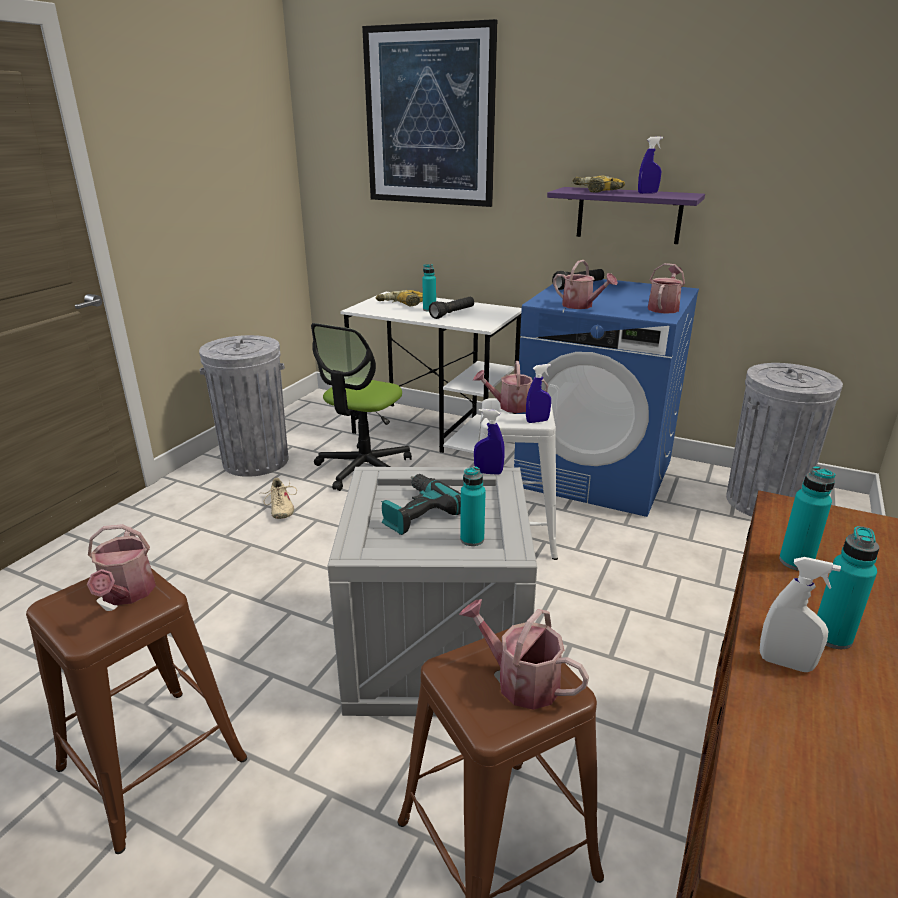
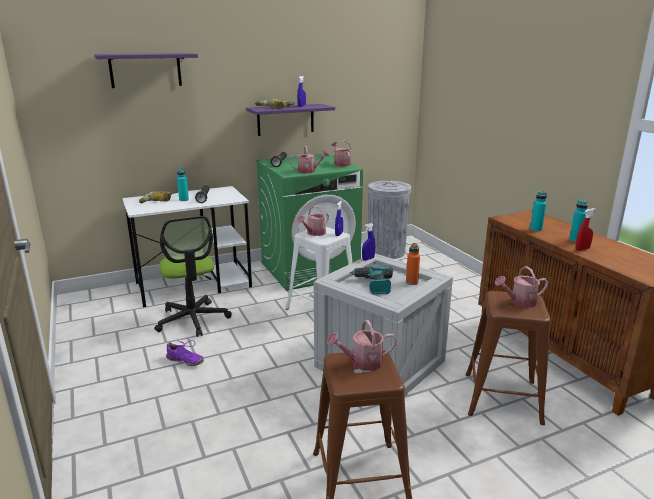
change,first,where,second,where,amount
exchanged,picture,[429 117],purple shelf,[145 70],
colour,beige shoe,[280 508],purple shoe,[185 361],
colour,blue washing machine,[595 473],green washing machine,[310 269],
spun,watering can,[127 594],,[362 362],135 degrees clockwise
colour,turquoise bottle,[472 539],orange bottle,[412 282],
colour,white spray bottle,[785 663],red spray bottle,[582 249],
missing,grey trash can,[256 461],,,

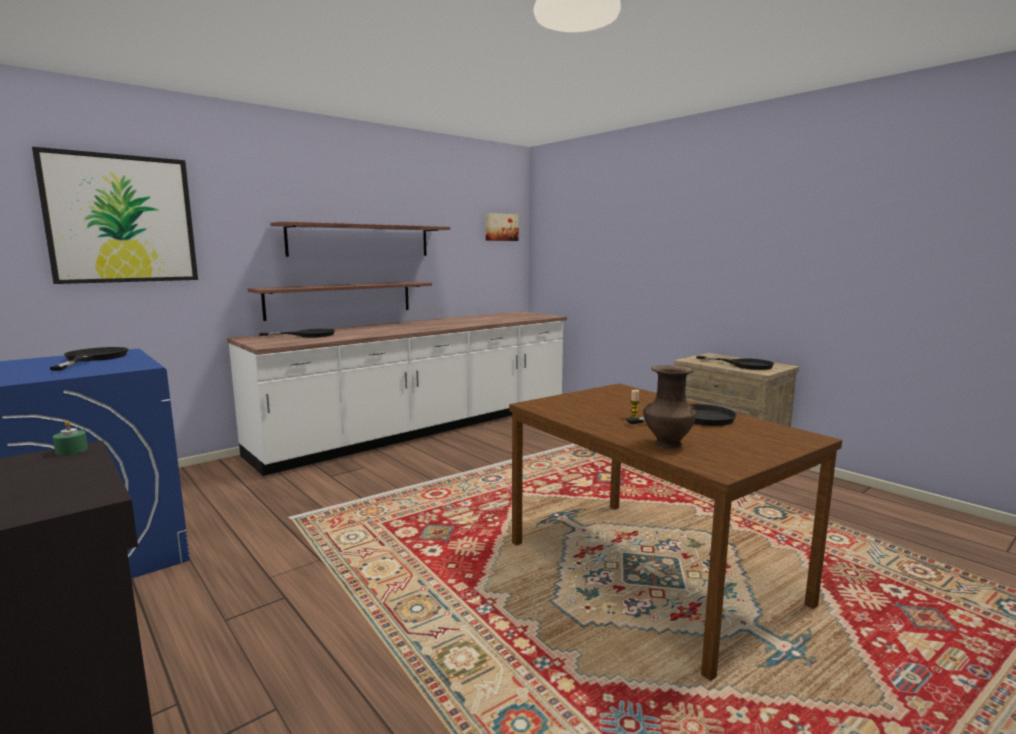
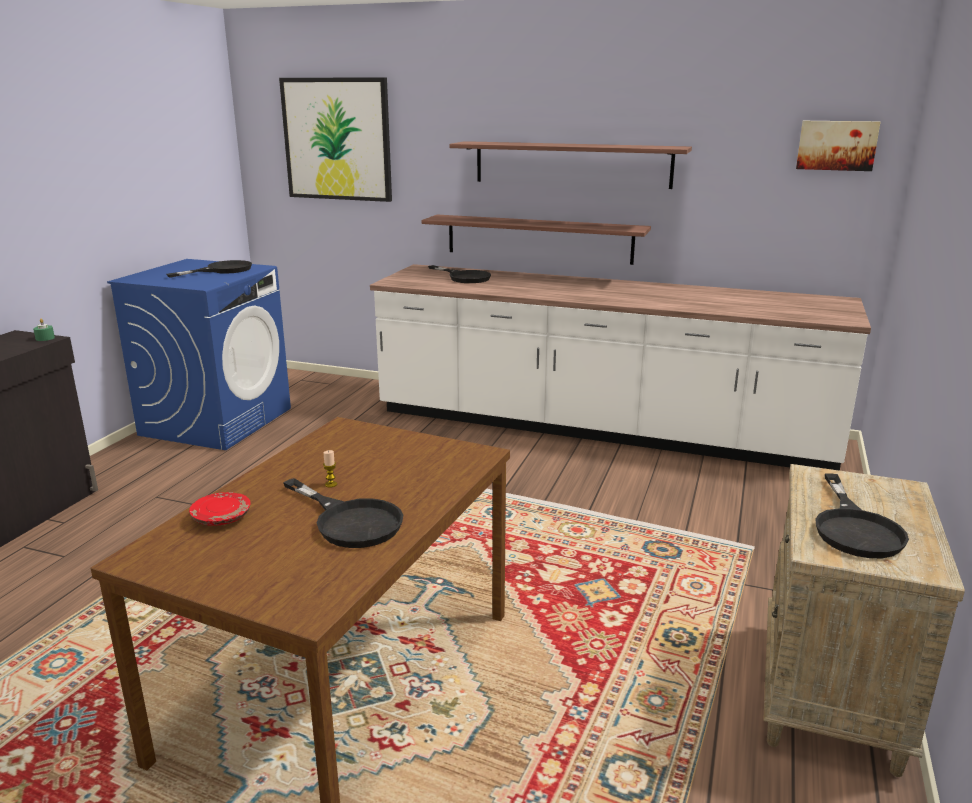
change,first,where,second,where,amount
exchanged,brown vase,[666 444],red plate,[222 518],

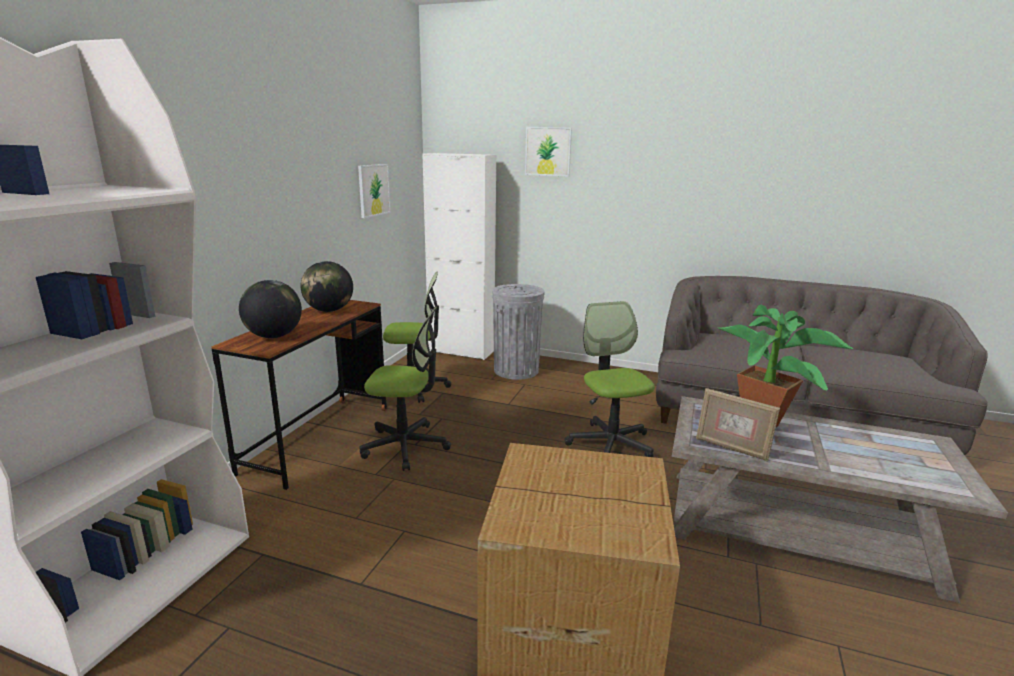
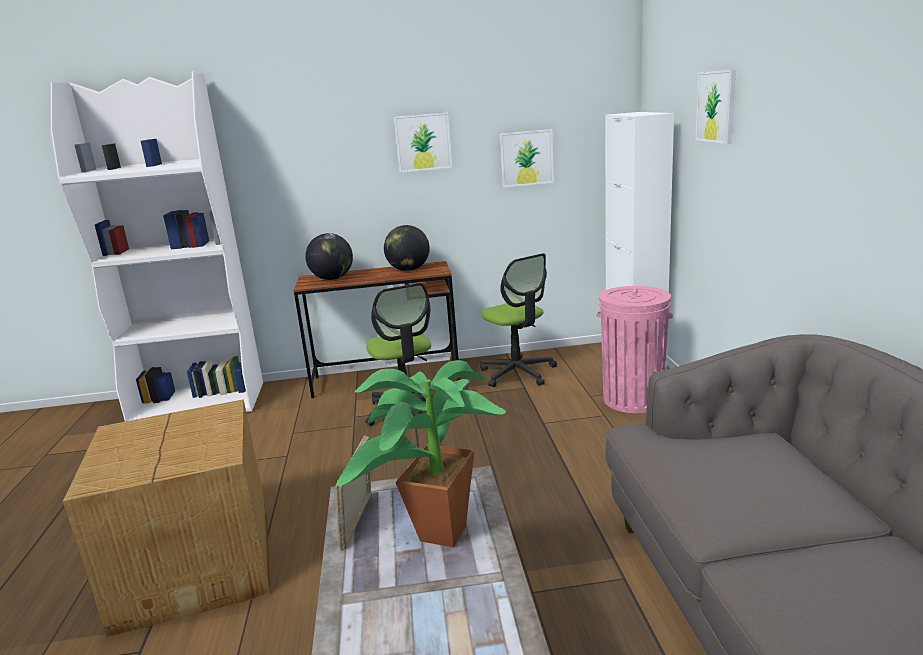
change,first,where,second,where,amount
appeared,,,picture,[423 142],
colour,grey trash can,[516 370],pink trash can,[633 399],
missing,office chair,[610 444],,,

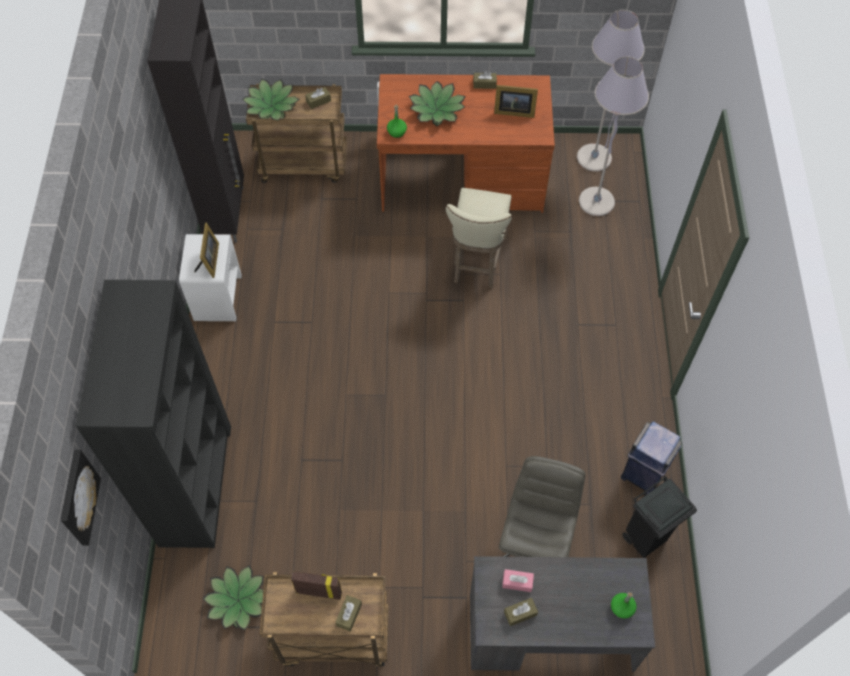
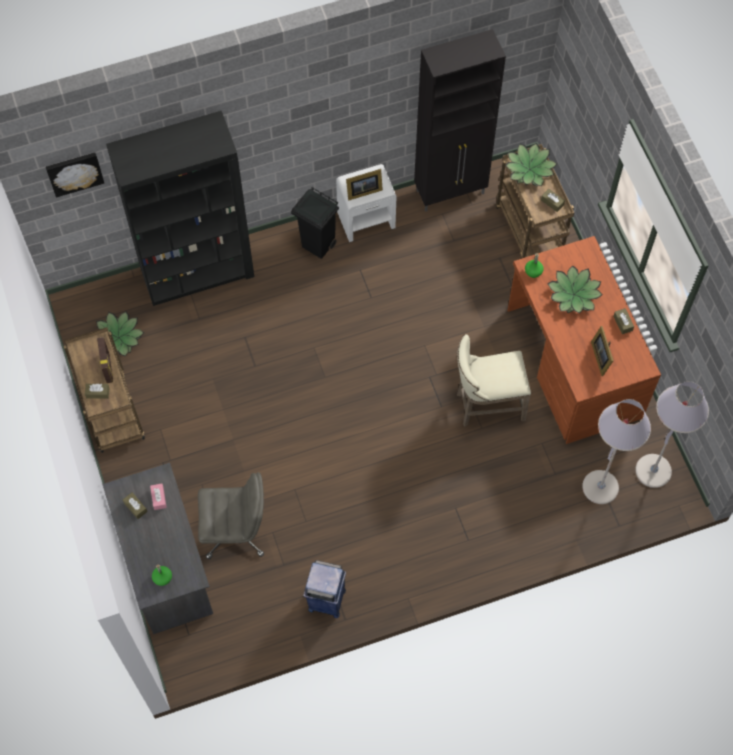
change,first,where,second,where,amount
relocated,black trash can,[646 538],,[318 245],

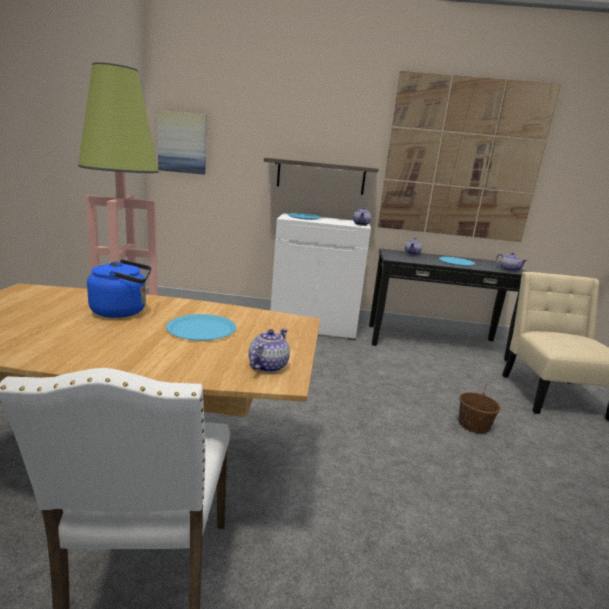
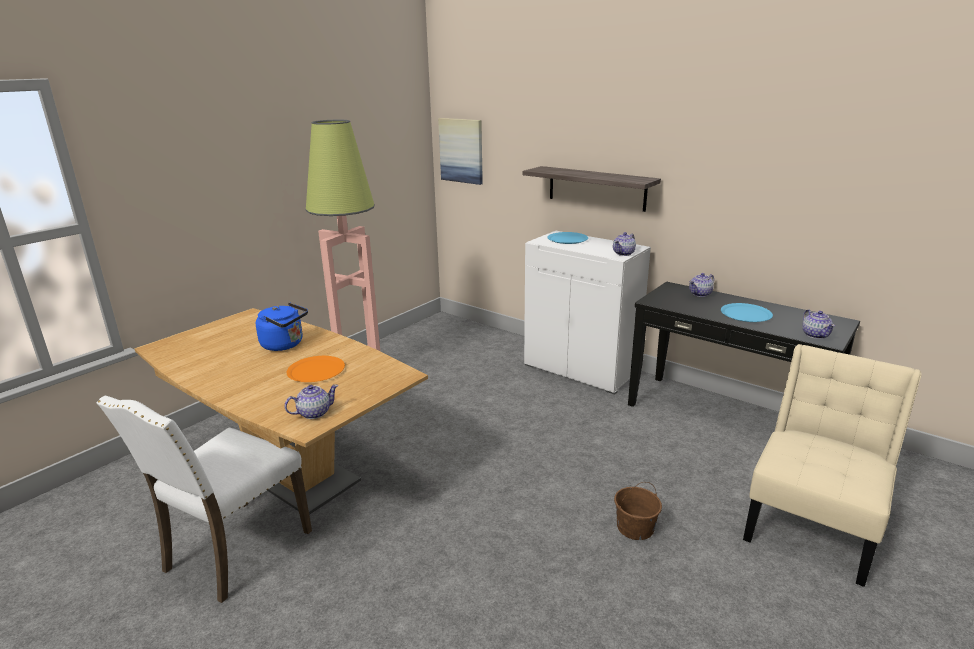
change,first,where,second,where,amount
colour,blue plate,[201 329],orange plate,[316 370],
missing,picture,[462 160],,,

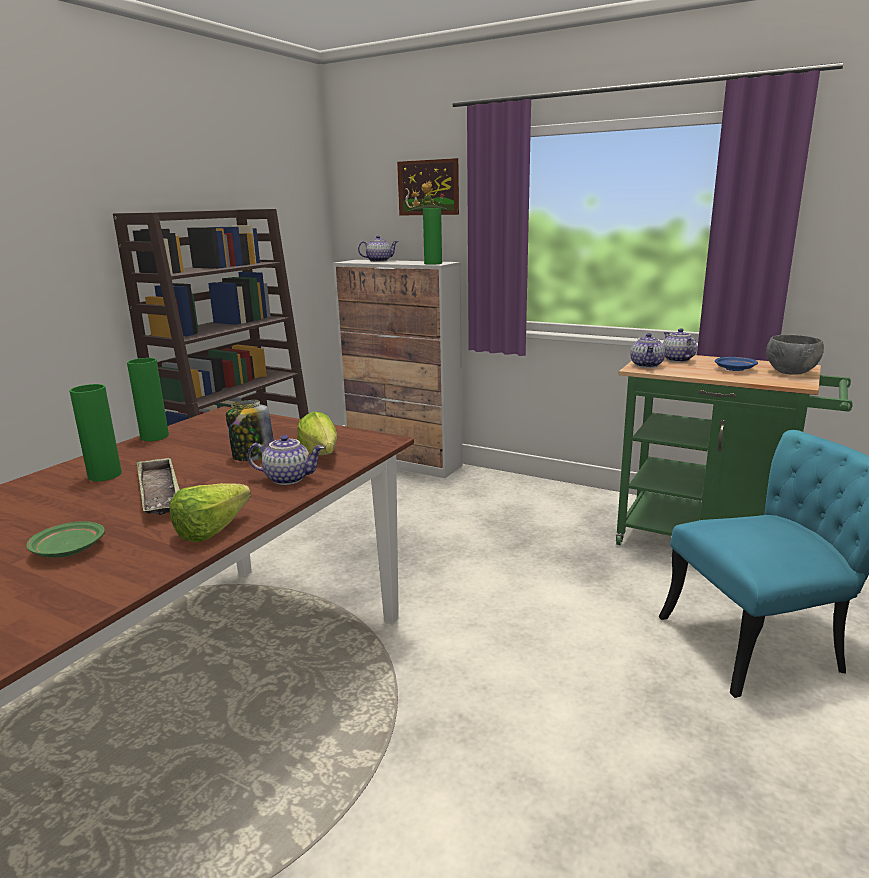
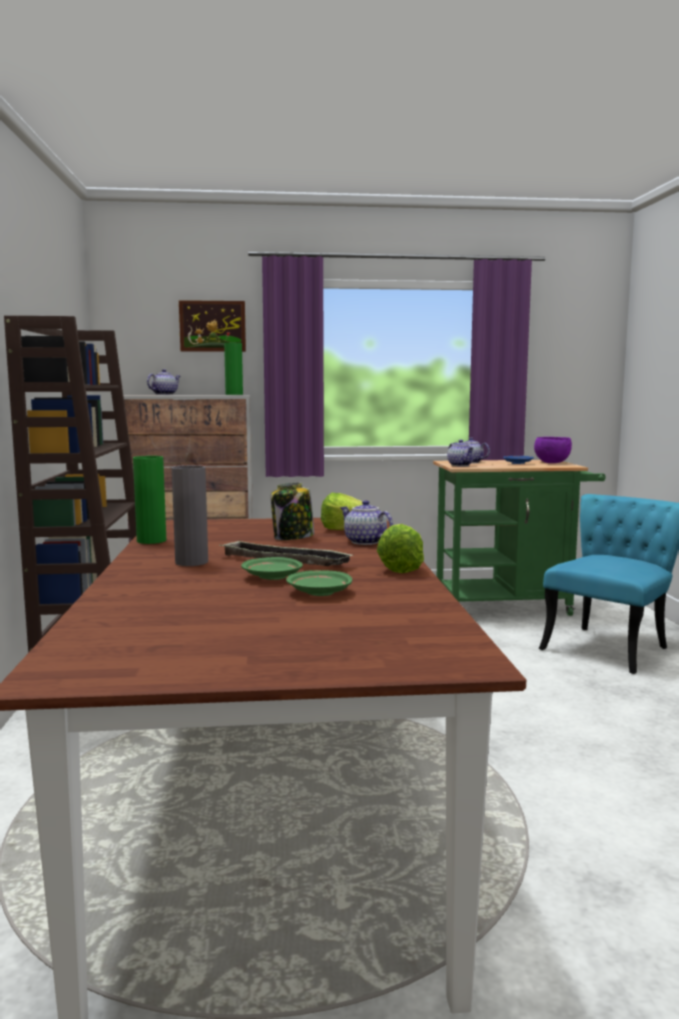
change,first,where,second,where,amount
colour,green vase,[105 475],grey vase,[191 562],
appeared,,,green plate,[272 577],
spun,teapot,[289 478],,[364 542],105 degrees counterclockwise
colour,grey bowl,[790 372],purple bowl,[551 462],

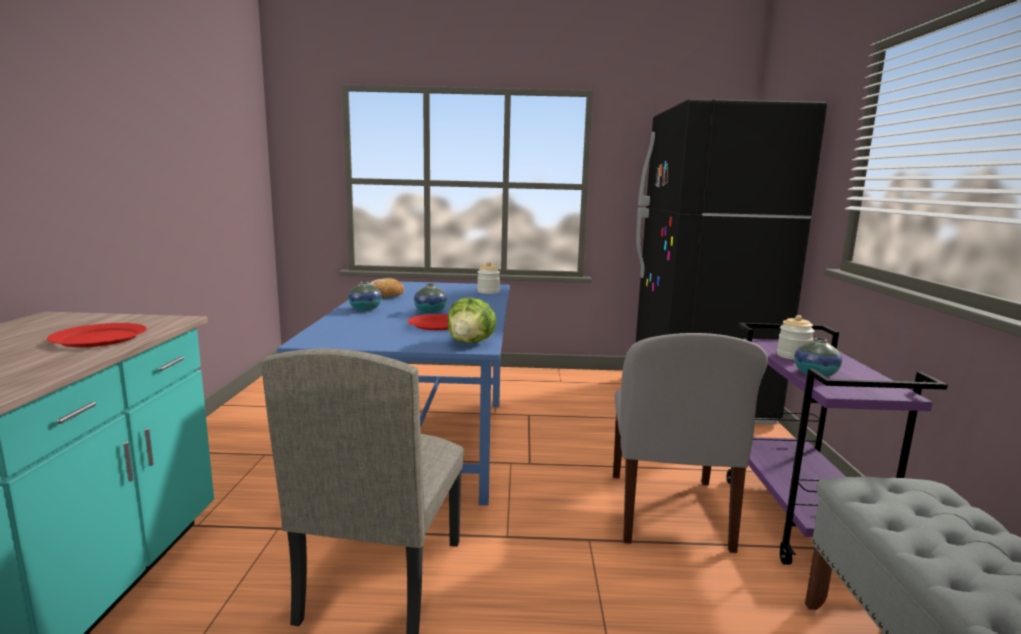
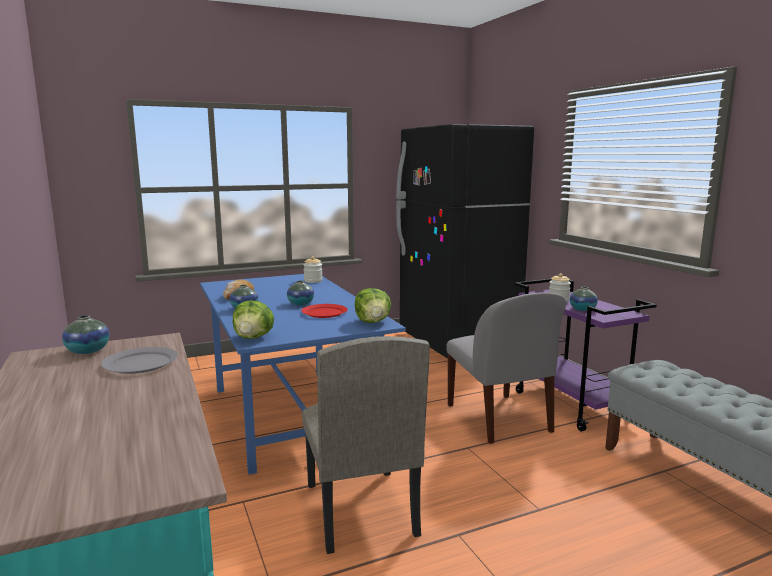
change,first,where,second,where,amount
appeared,,,vase,[88 351],
colour,red plate,[99 338],grey plate,[140 363],
appeared,,,lettuce,[253 337],

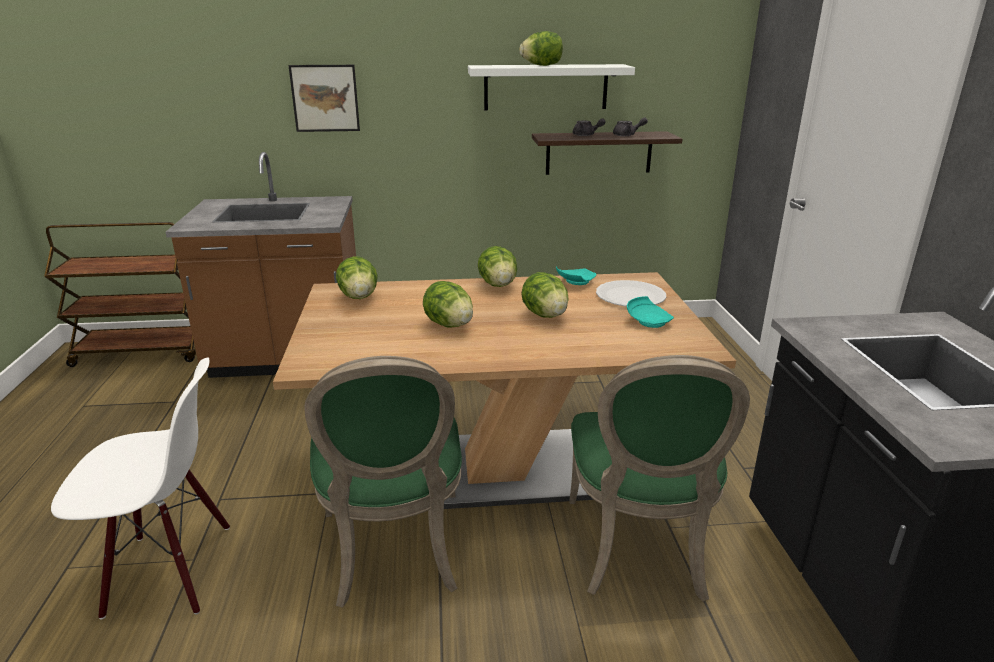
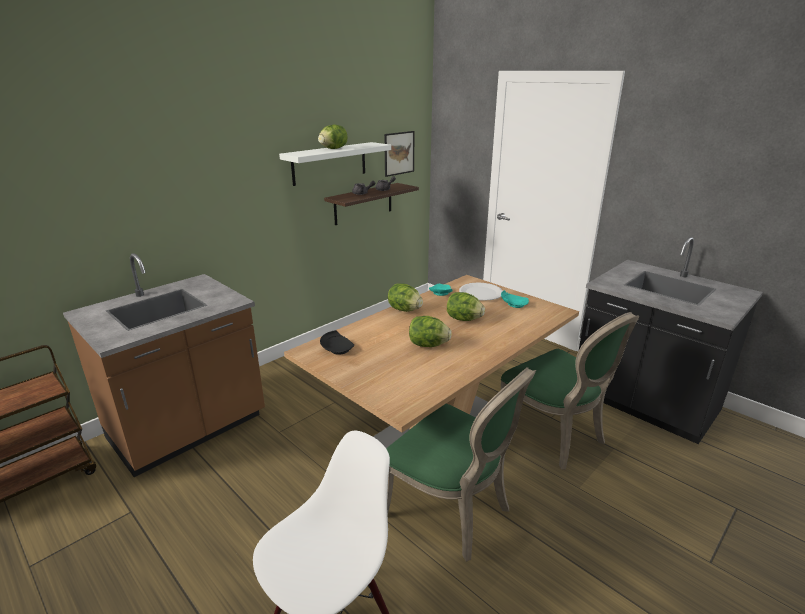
change,first,where,second,where,amount
exchanged,lettuce,[359 297],black plate,[337 349],
relocated,picture,[325 98],,[399 153],

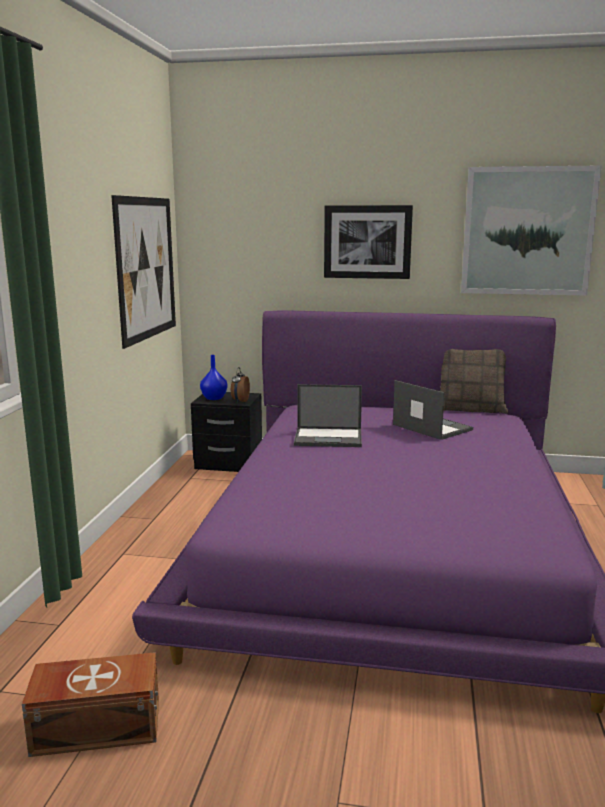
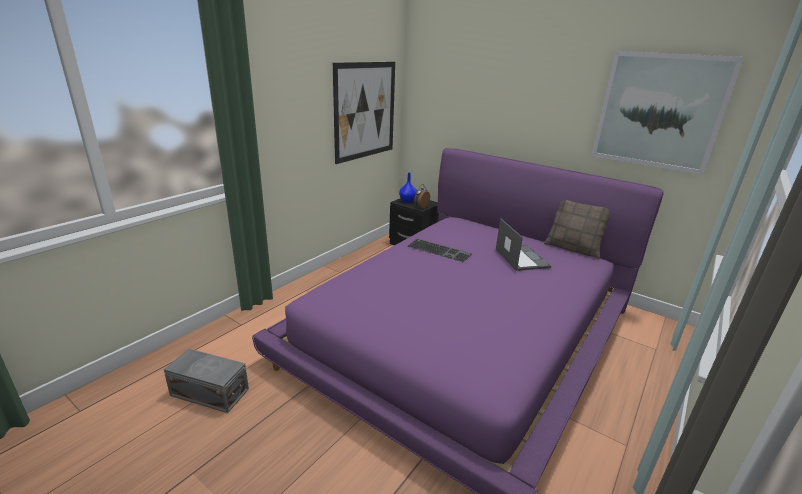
change,first,where,second,where,amount
colour,brown storage box,[95 726],grey storage box,[209 391],
exchanged,laptop,[329 438],keyboard,[440 250],
missing,picture,[367 242],,,

